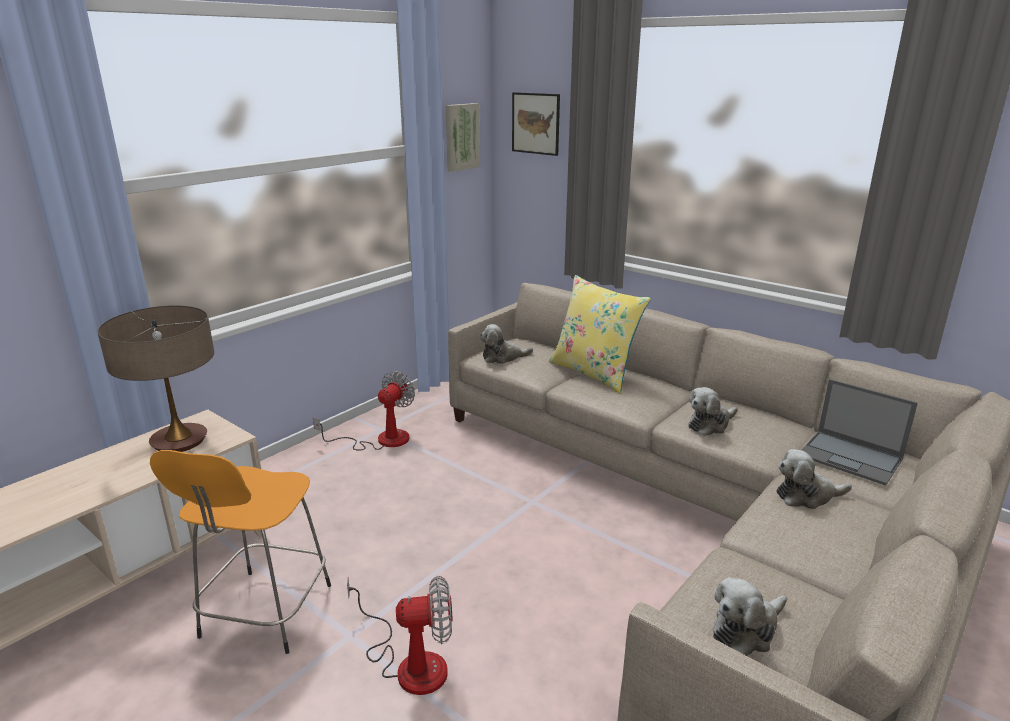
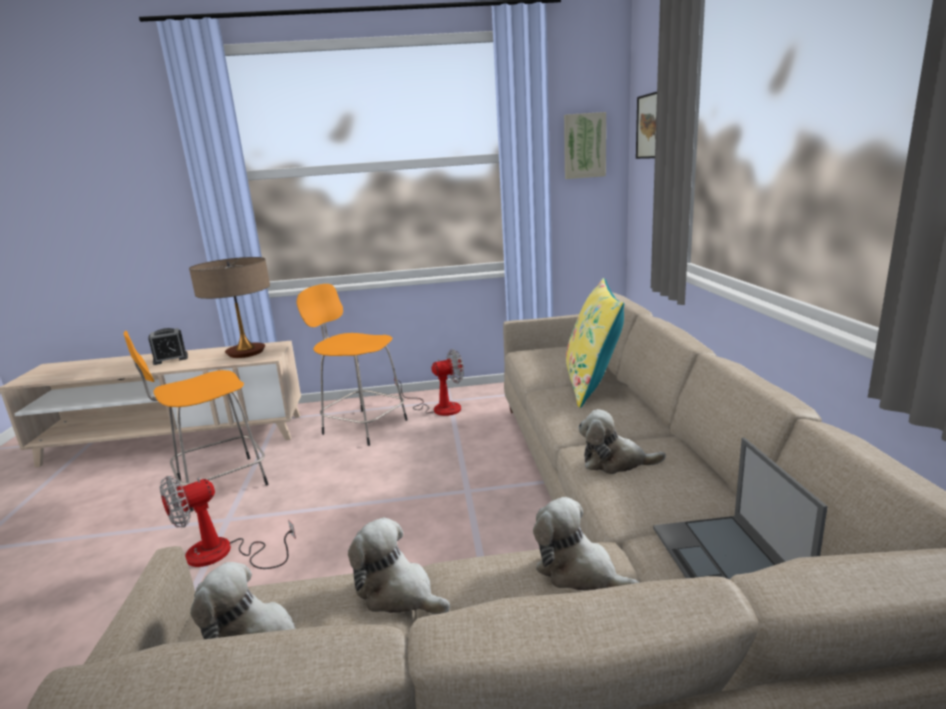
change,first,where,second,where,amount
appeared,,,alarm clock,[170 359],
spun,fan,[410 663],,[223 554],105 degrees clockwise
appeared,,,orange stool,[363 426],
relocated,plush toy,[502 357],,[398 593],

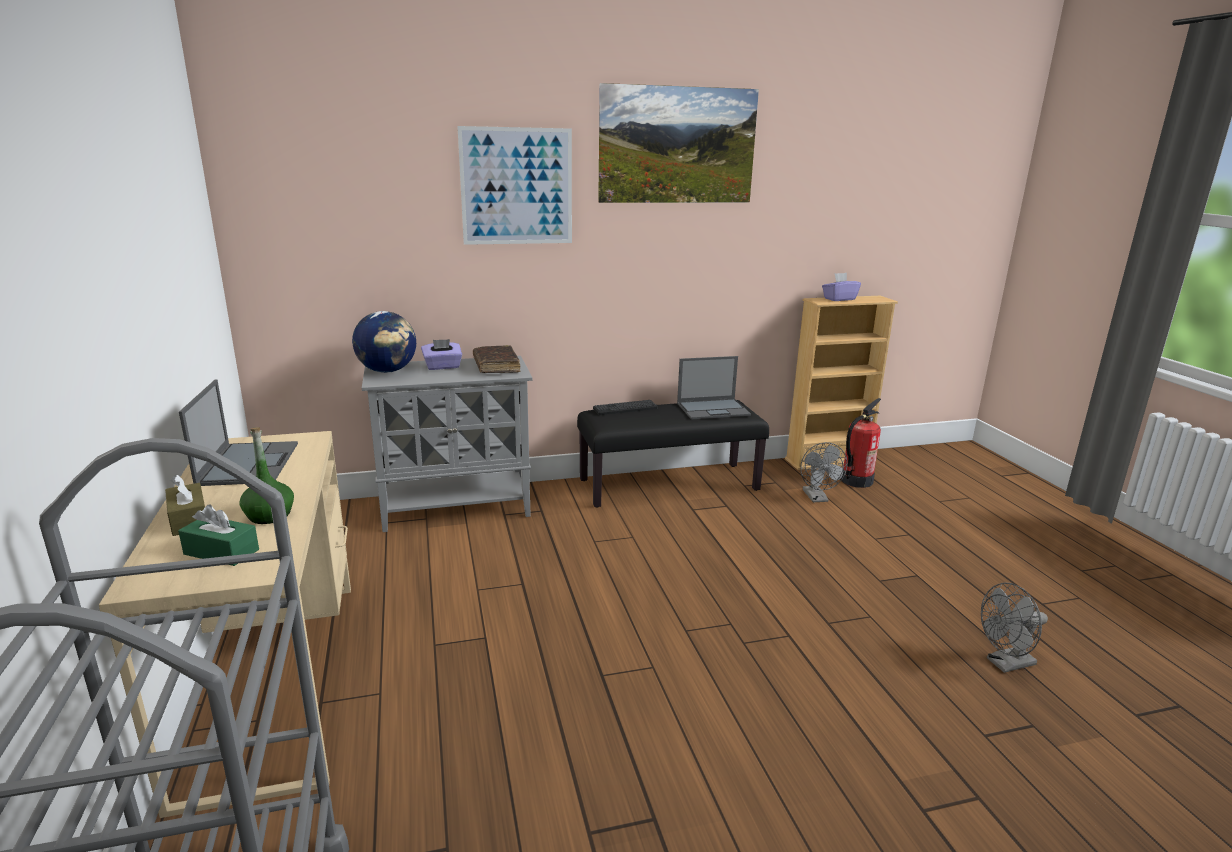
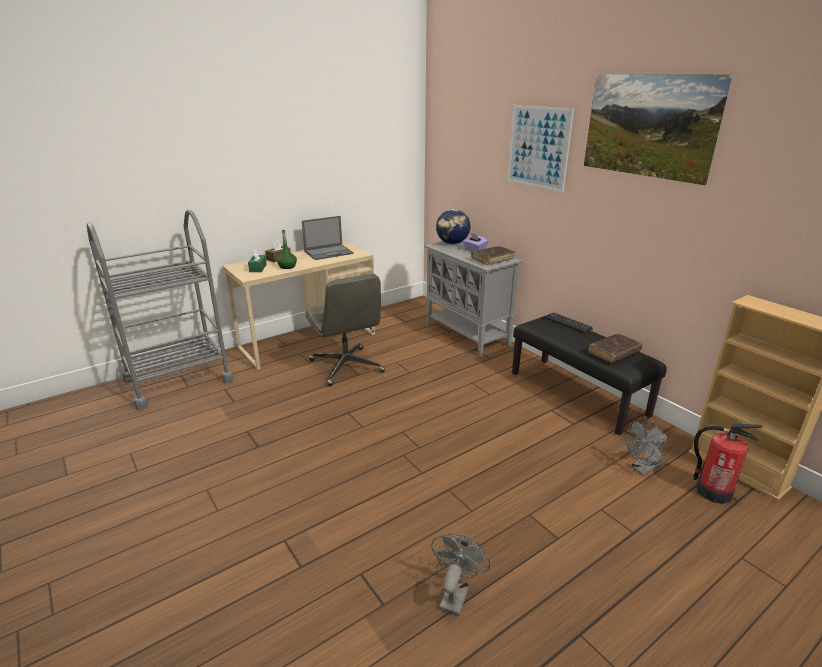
change,first,where,second,where,amount
appeared,,,grey office chair,[347 367],
spun,grey fan,[1005 664],,[455 593],60 degrees clockwise
exchanged,laptop,[714 409],brown book,[614 353],
missing,purple tissue box,[839 299],,,

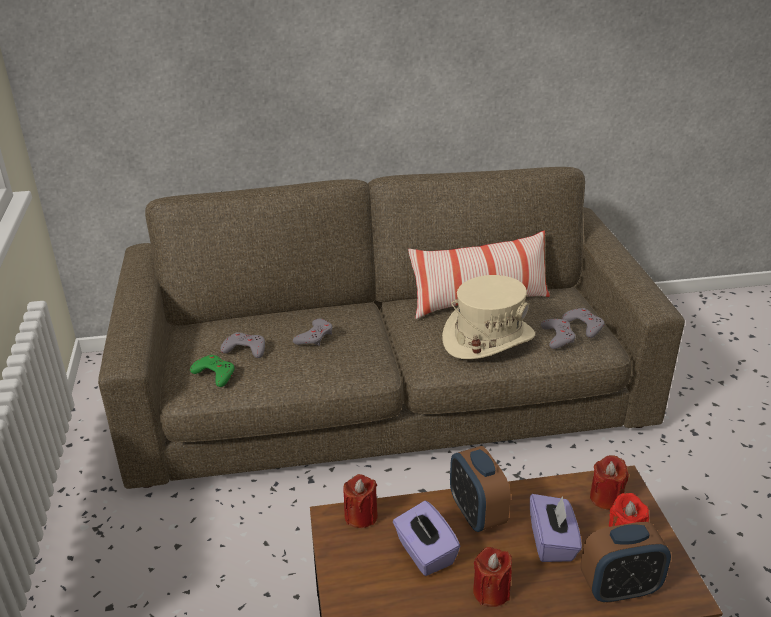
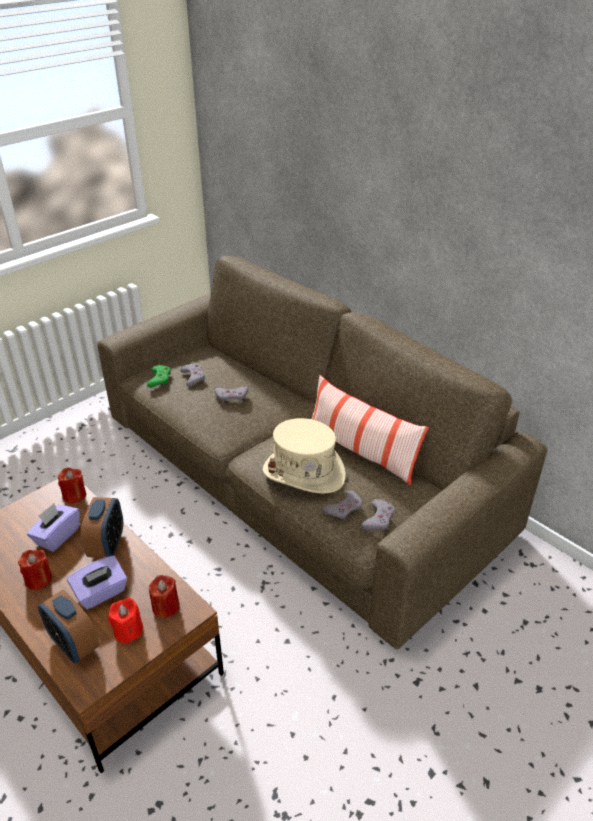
change,first,where,second,where,amount
spun,alarm clock,[476 513],,[107 545],150 degrees clockwise

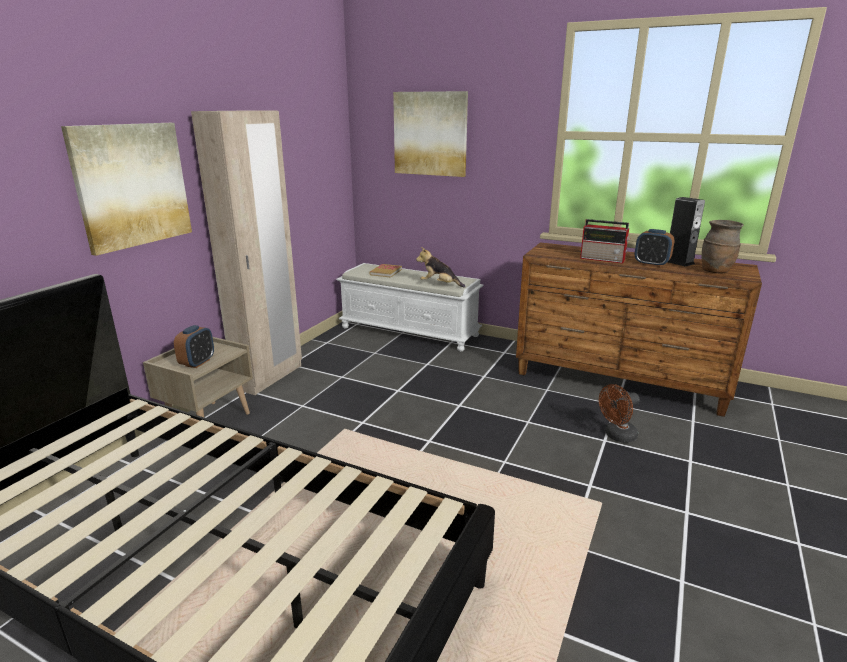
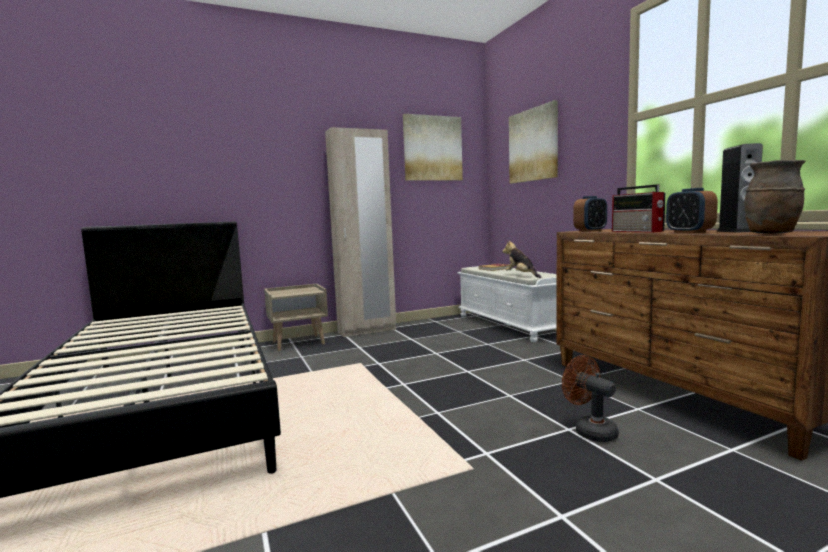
change,first,where,second,where,amount
relocated,picture,[132 185],,[432 148],
spun,brown fan,[617 436],,[590 430],45 degrees clockwise
relocated,alarm clock,[197 363],,[590 231],

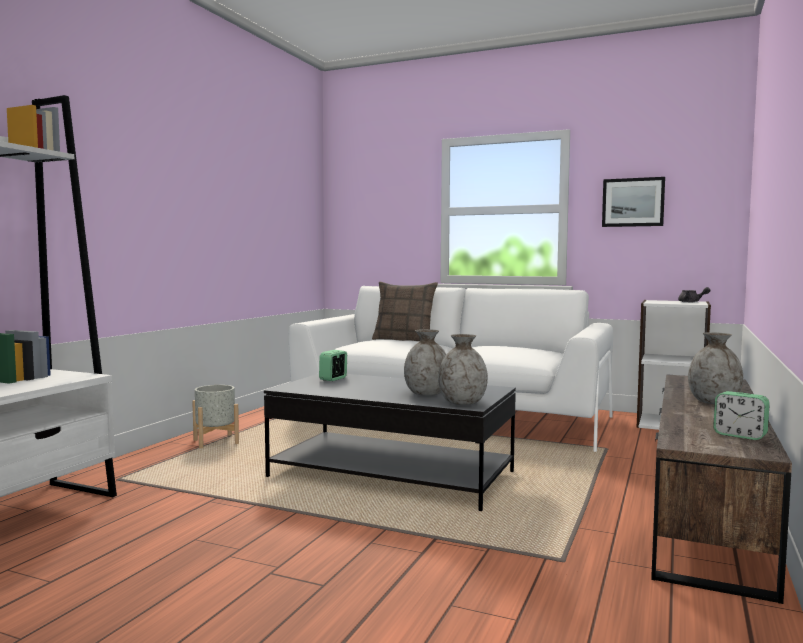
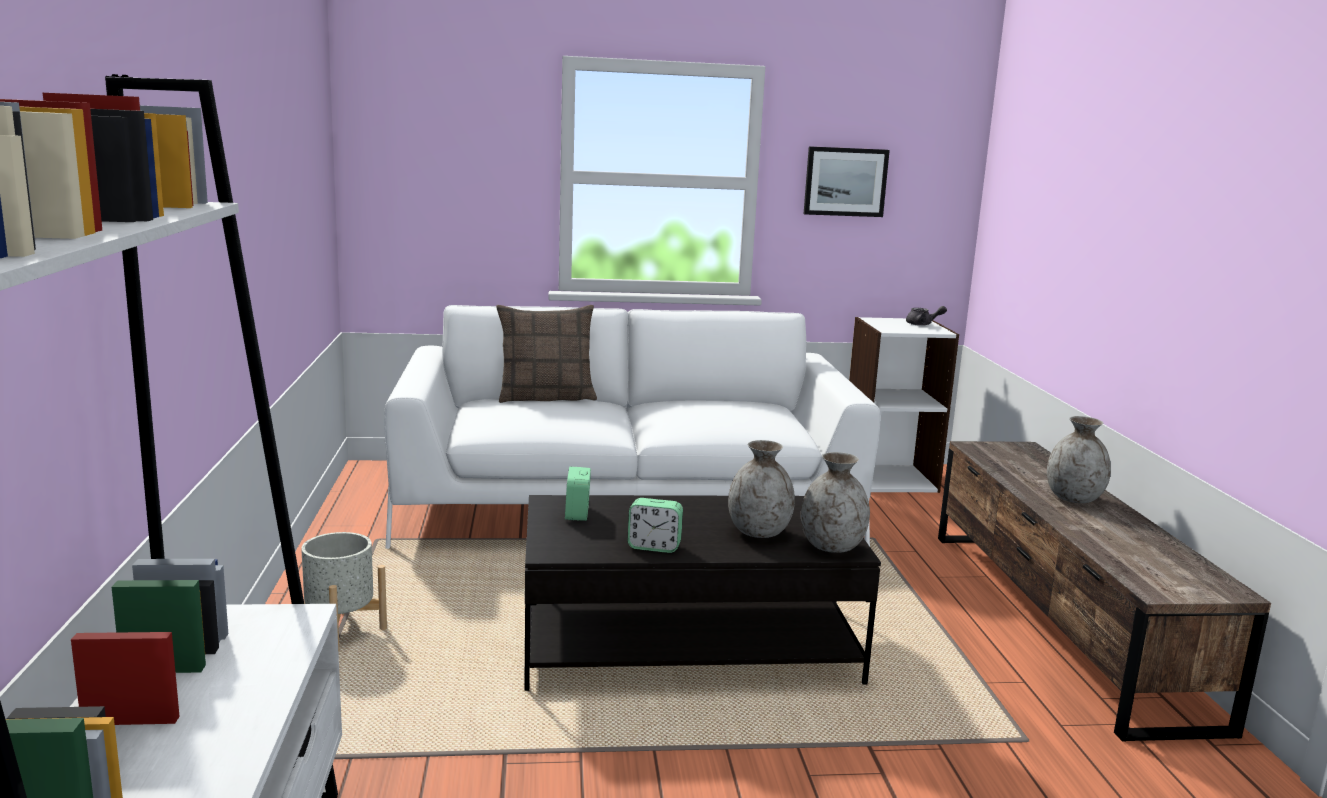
change,first,where,second,where,amount
relocated,alarm clock,[740 435],,[654 547],

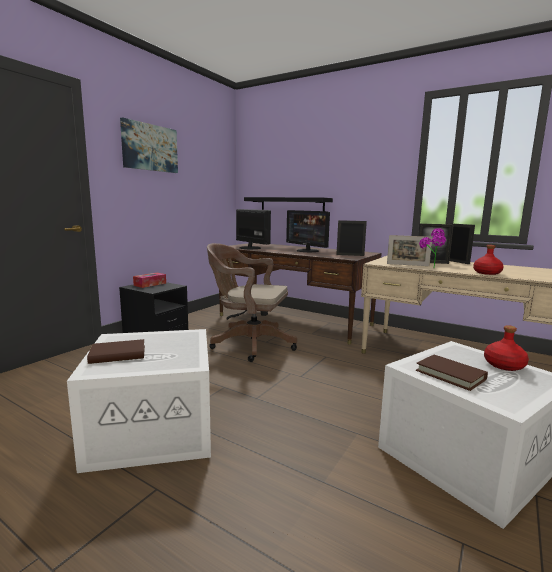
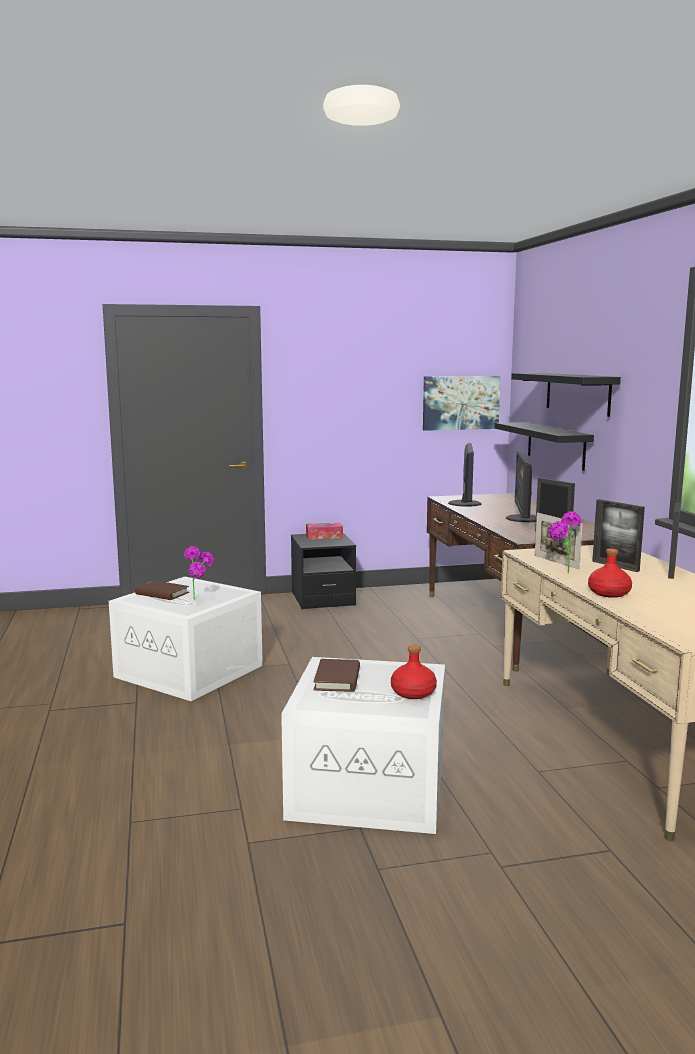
change,first,where,second,where,amount
appeared,,,potted plant,[200 599],
relocated,picture,[150 147],,[460 402],
appeared,,,black shelf,[577 393],
missing,brown office chair,[249 344],,,

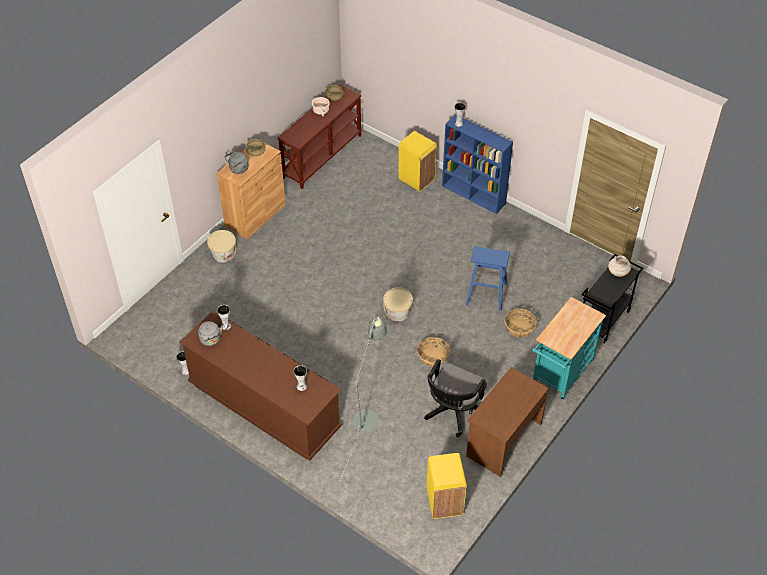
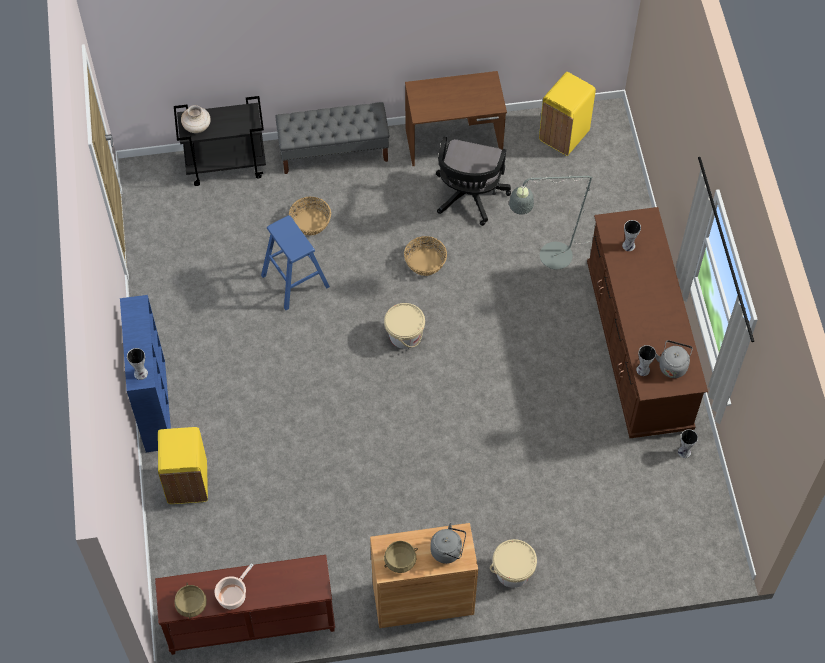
change,first,where,second,where,amount
exchanged,turquoise cart,[560 375],grey bench,[334 152],
spun,black office chair,[453 412],,[469 198],120 degrees clockwise

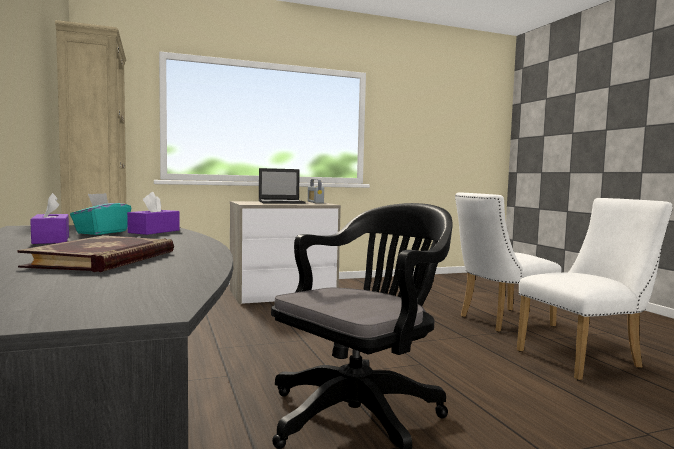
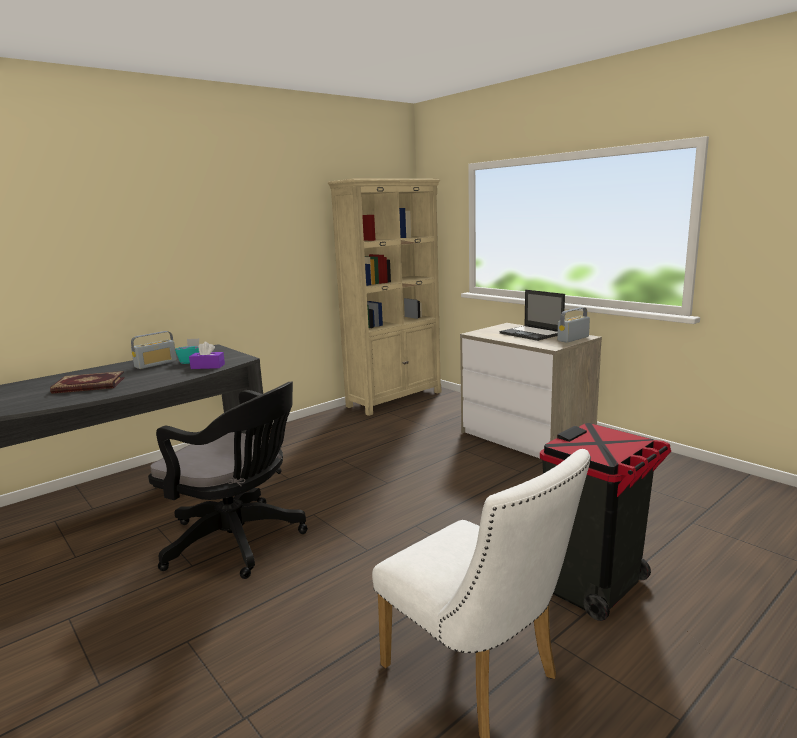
change,first,where,second,where,amount
exchanged,purple tissue box,[51 240],radio,[156 364],
exchanged,white chair,[499 321],black trash can,[595 587],

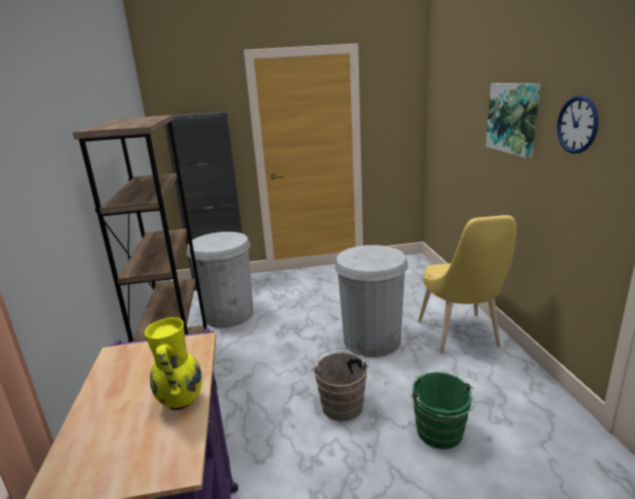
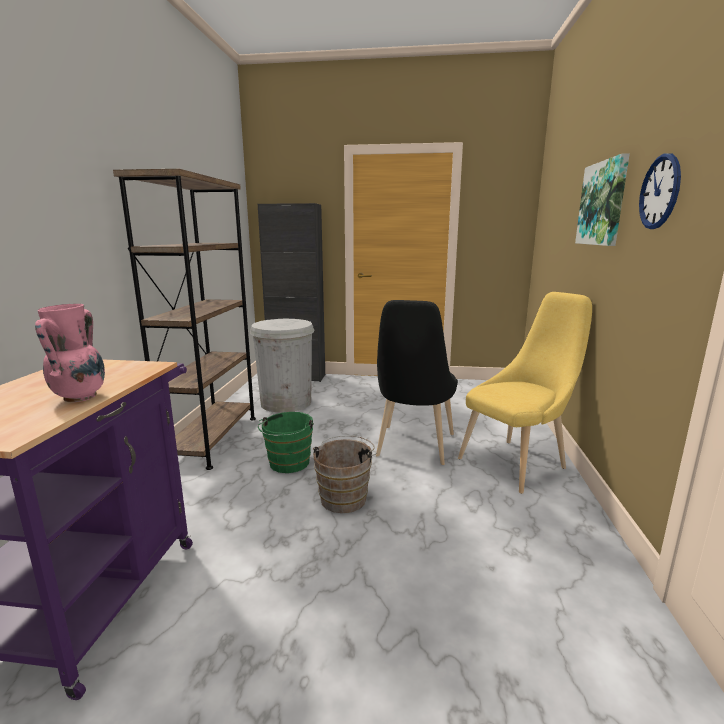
change,first,where,second,where,amount
colour,yellow vase,[180 402],pink vase,[79 398],
relocated,green bucket,[440 435],,[288 464],
exchanged,white trash can,[372 340],black chair,[413 448],
spun,yellow chair,[460 337],,[517 462],135 degrees counterclockwise

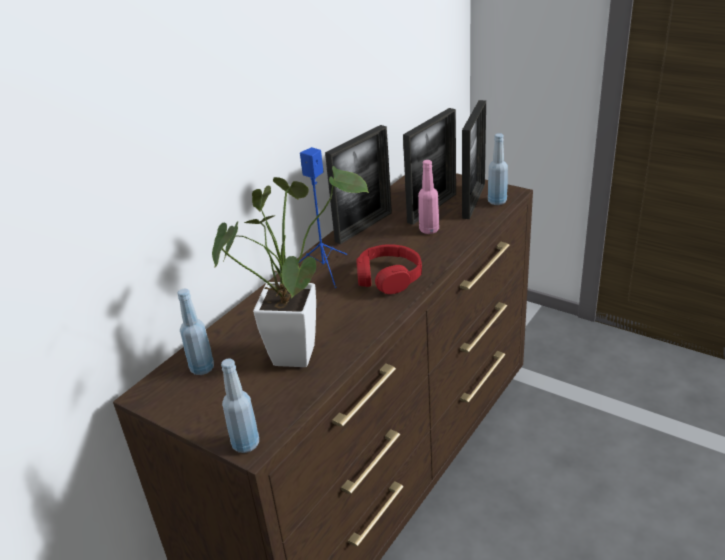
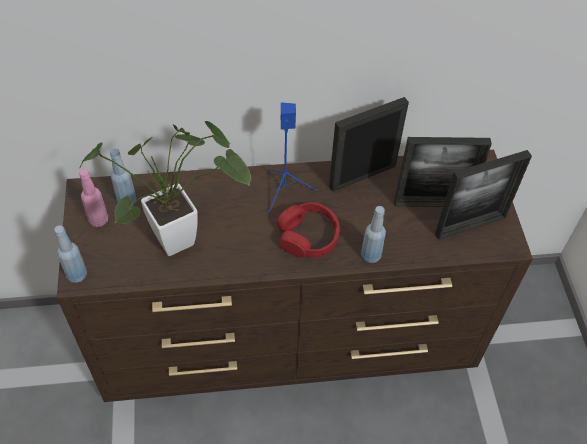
change,first,where,second,where,amount
relocated,pink bottle,[429 230],,[98 220],
spun,picture frame,[364 227],,[362 176],150 degrees clockwise
relocated,blue bottle,[497 201],,[370 255],

